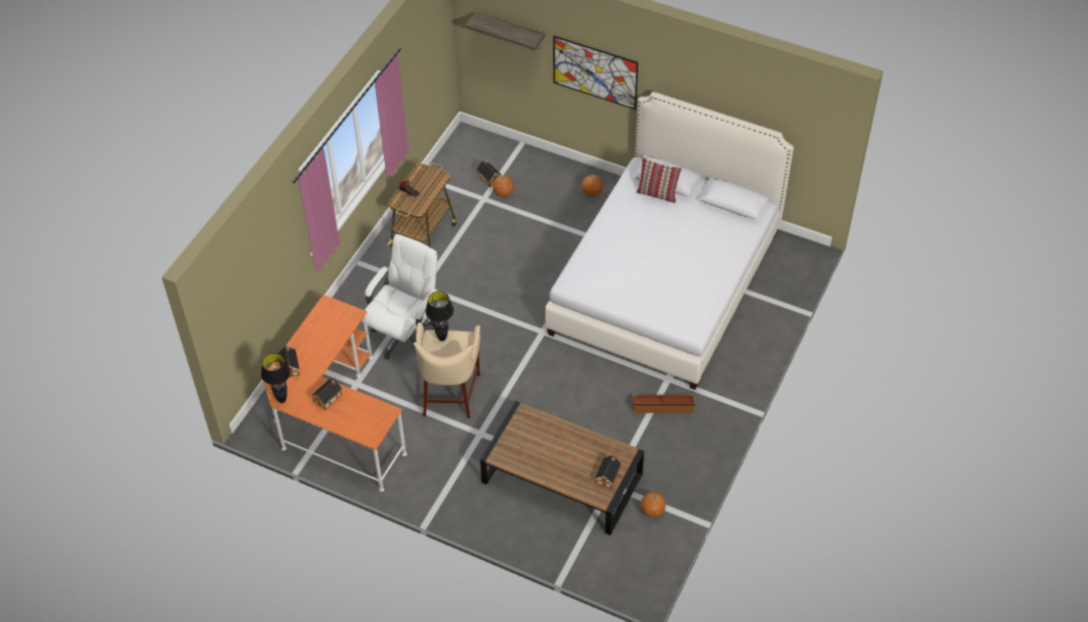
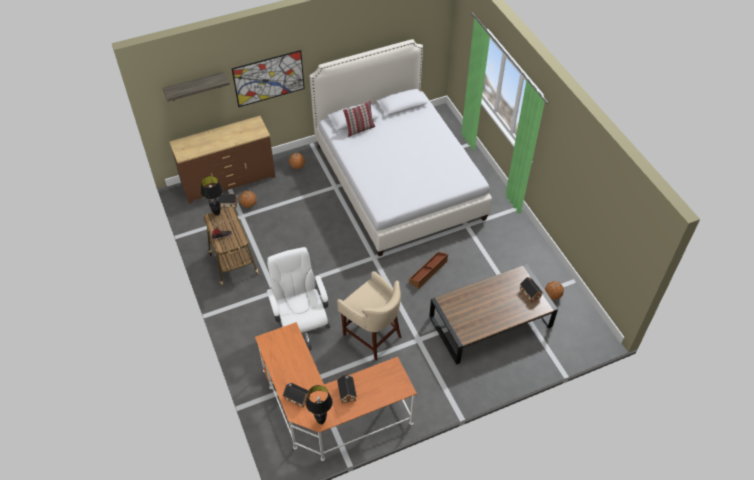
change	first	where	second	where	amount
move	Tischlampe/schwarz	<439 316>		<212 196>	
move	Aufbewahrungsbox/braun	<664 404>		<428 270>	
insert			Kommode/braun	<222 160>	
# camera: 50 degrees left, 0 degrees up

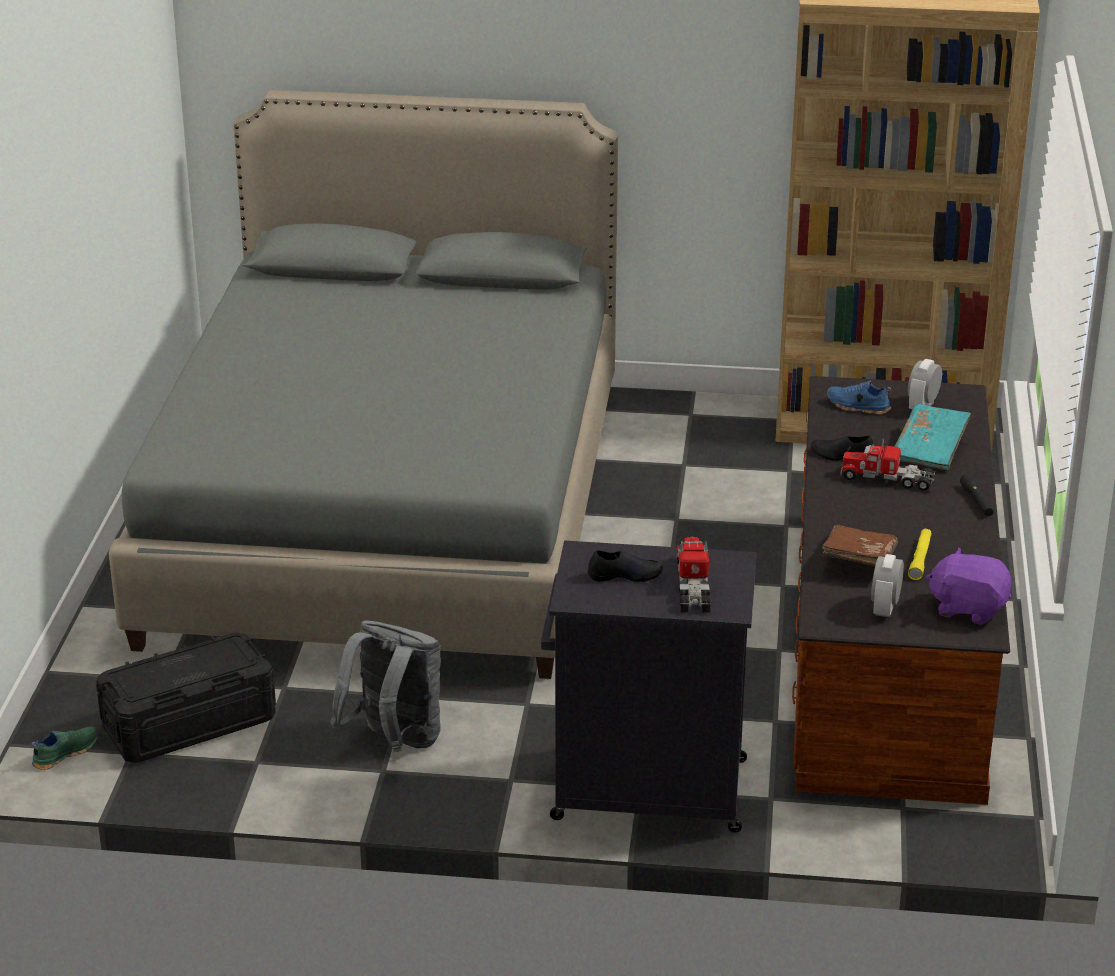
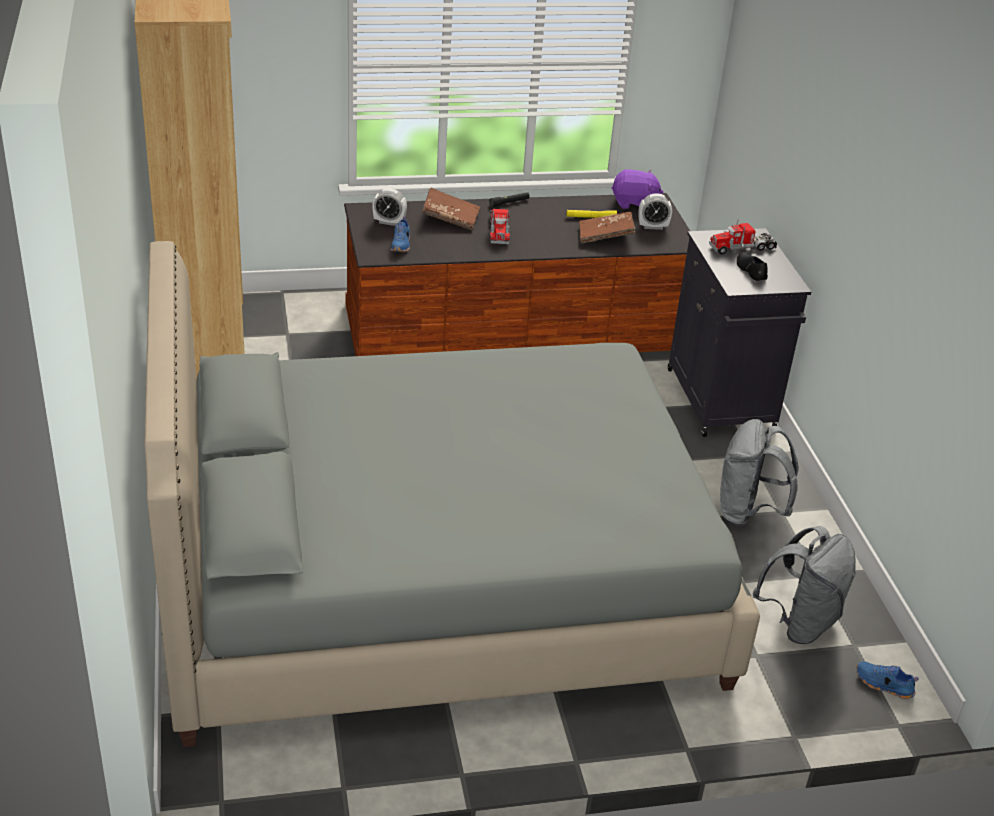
change	first	where	second	where	amount
recolor	Buch/türkis	<932 437>	Buch/braun	<451 209>	
delete	Schuh/schwarz	<842 447>			
rotate	Plüschtier/lila	<969 586>		<637 189>	90 degrees counterclockwise
replace	Aufbewahrungsbox/schwarz	<186 698>	Rucksack/grau	<804 585>	
recolor	Schuh/grün	<64 748>	Schuh/blau	<888 680>	
# camera: 110 degrees left, 5 degrees up

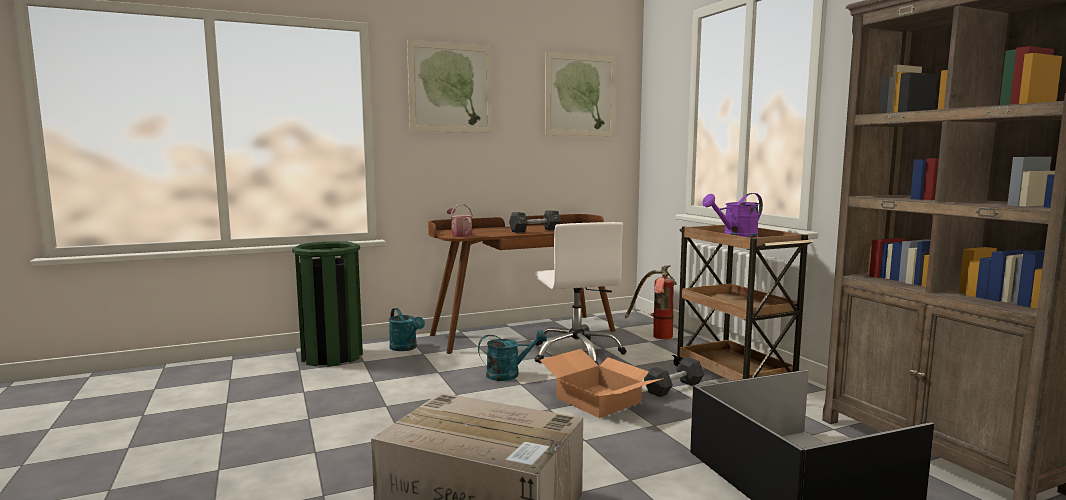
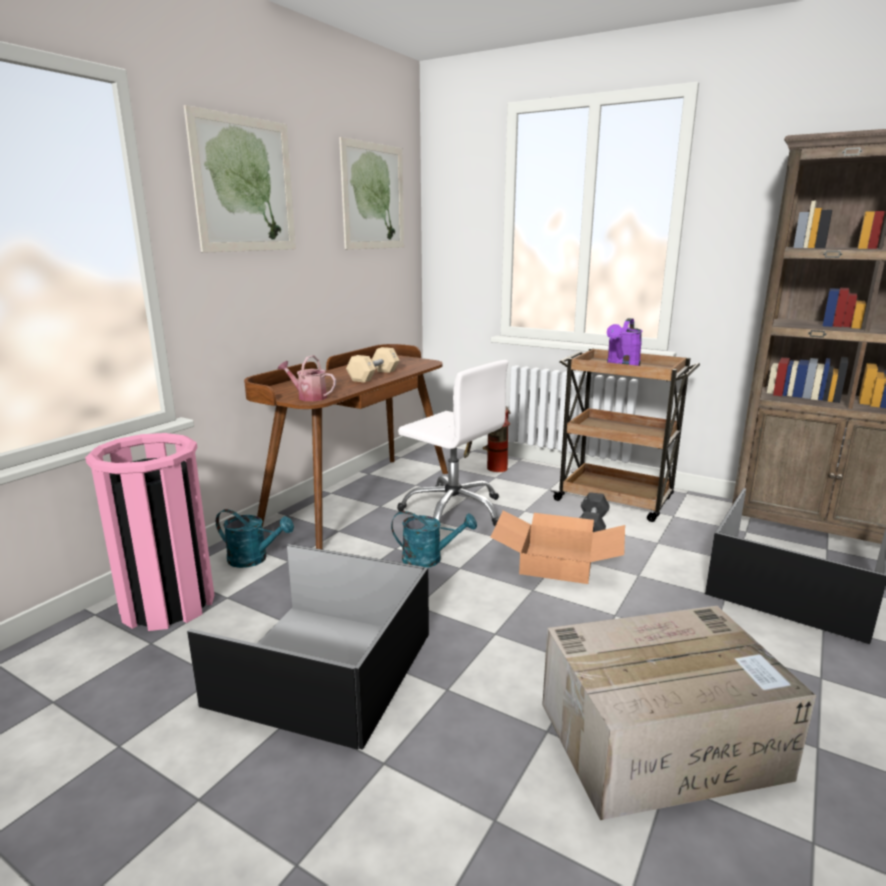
change	first	where	second	where	amount
recolor	Hantel/schwarz	<535 221>	Hantel/beige	<373 365>	
recolor	Mülleimer/grün	<327 304>	Mülleimer/rosa	<149 532>	
rotate	Gießkanne/türkis	<512 355>		<434 539>	60 degrees clockwise
insert			Aufbewahrungsbox/schwarz	<308 647>	
# camera: 35 degrees left, 10 degrees up

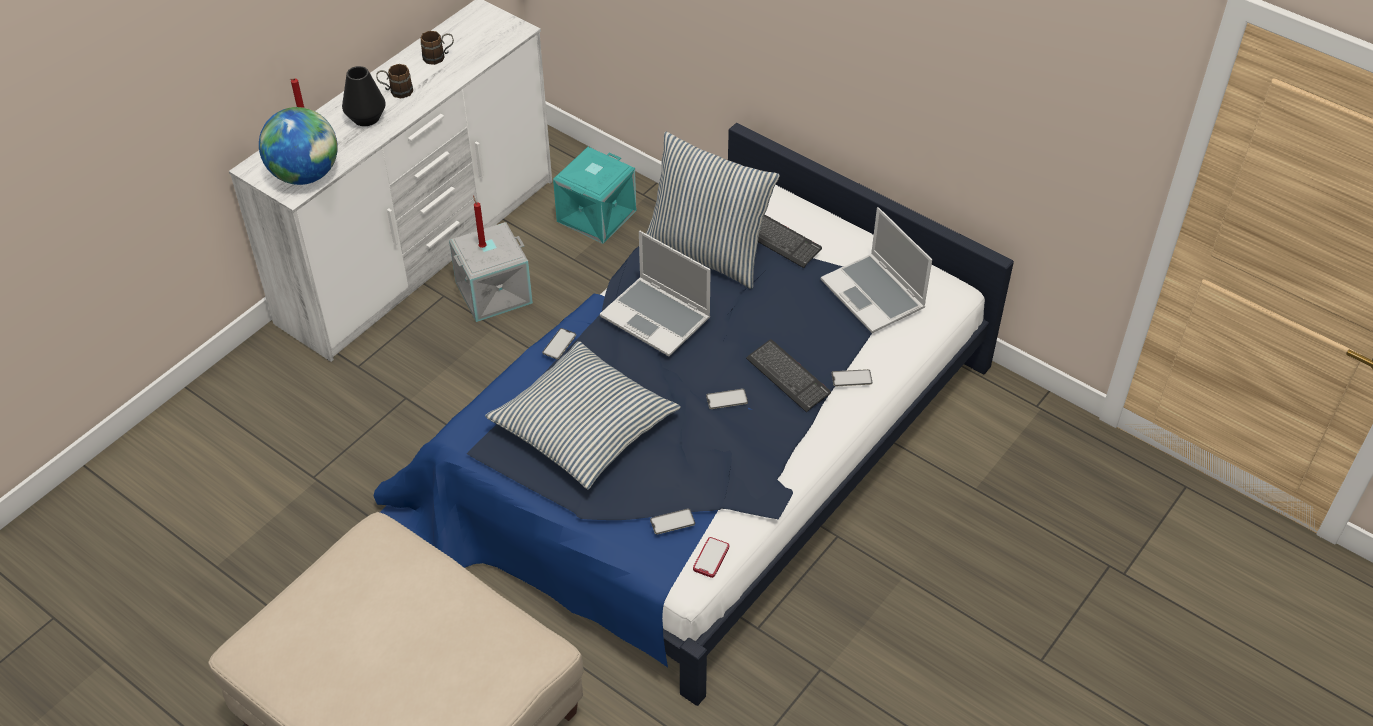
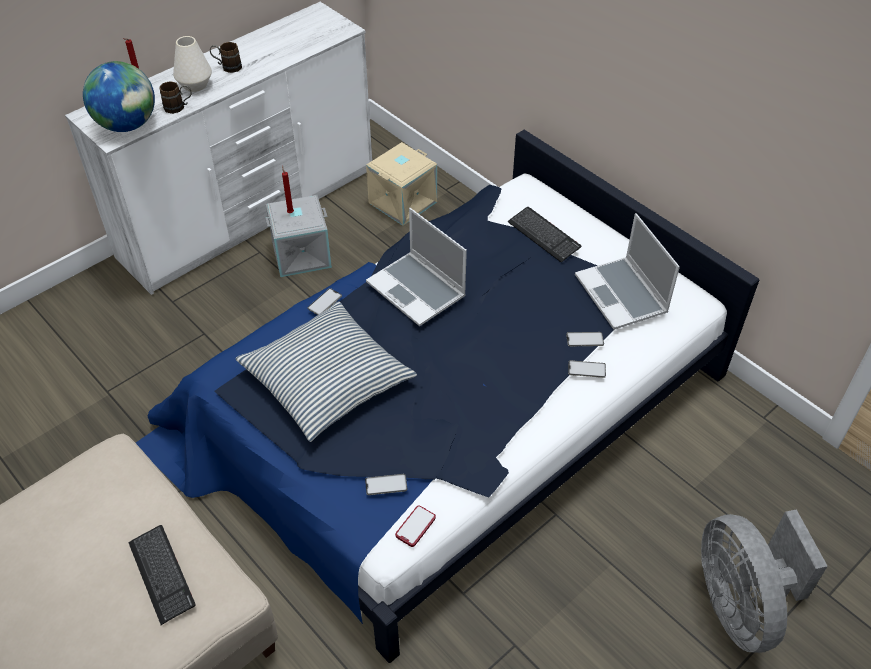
change	first	where	second	where	amount
move	Henkelbecher/braun	<437 48>		<175 97>	
recolor	Vase/schwarz	<364 96>	Vase/weiß	<192 64>	
delete	Kissen	<713 210>			
recolor	Aufbewahrungsbox/türkis	<594 195>	Aufbewahrungsbox/beige	<401 184>	
move	Tastatur	<788 375>		<162 575>	
move	Handy	<727 399>		<585 339>	
insert			Ventilator/grau	<764 581>	
# camera: 10 degrees right, 0 degrees up

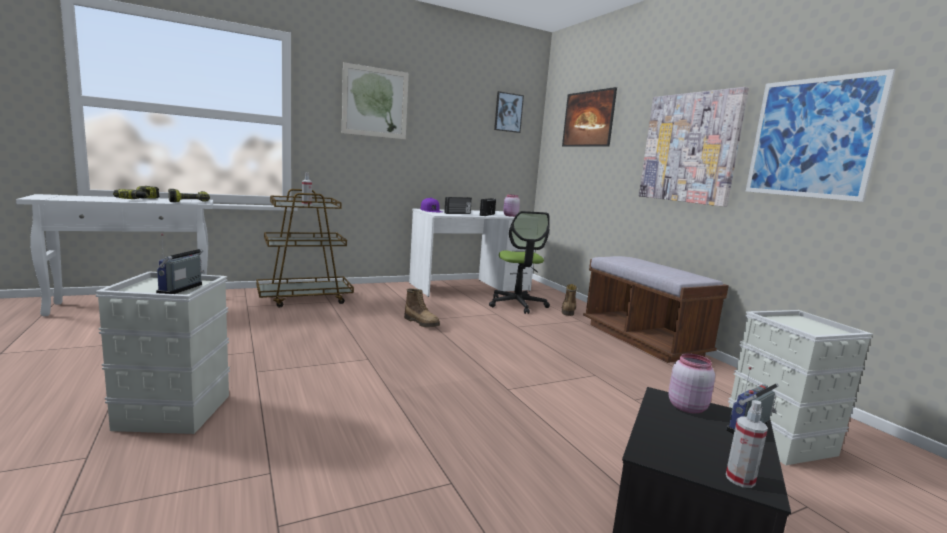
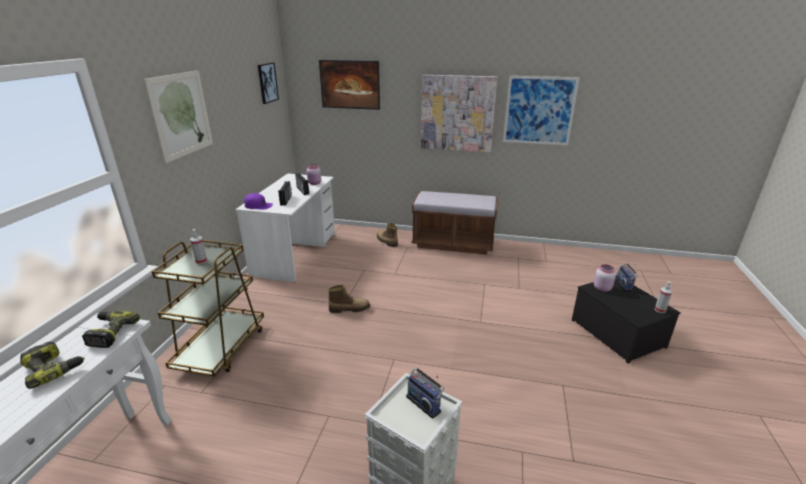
change	first	where	second	where	amount
delete	Bürostuhl	<519 262>			
delete	Aufbewahrungsbox/grau	<800 387>			
# camera: 50 degrees left, 15 degrees up

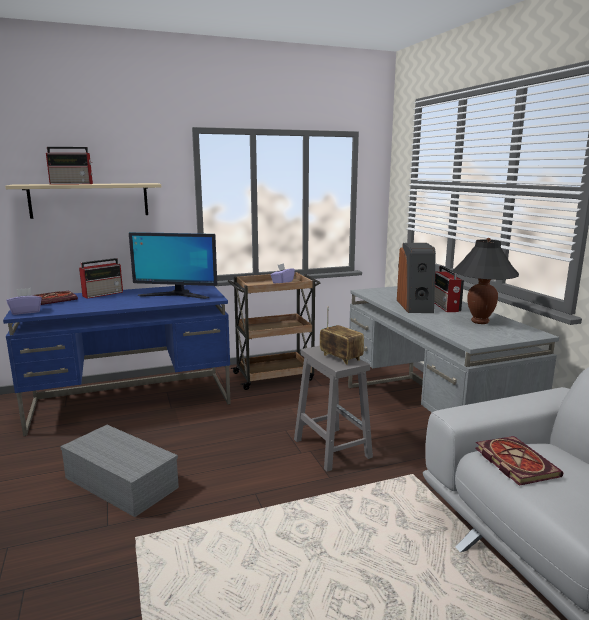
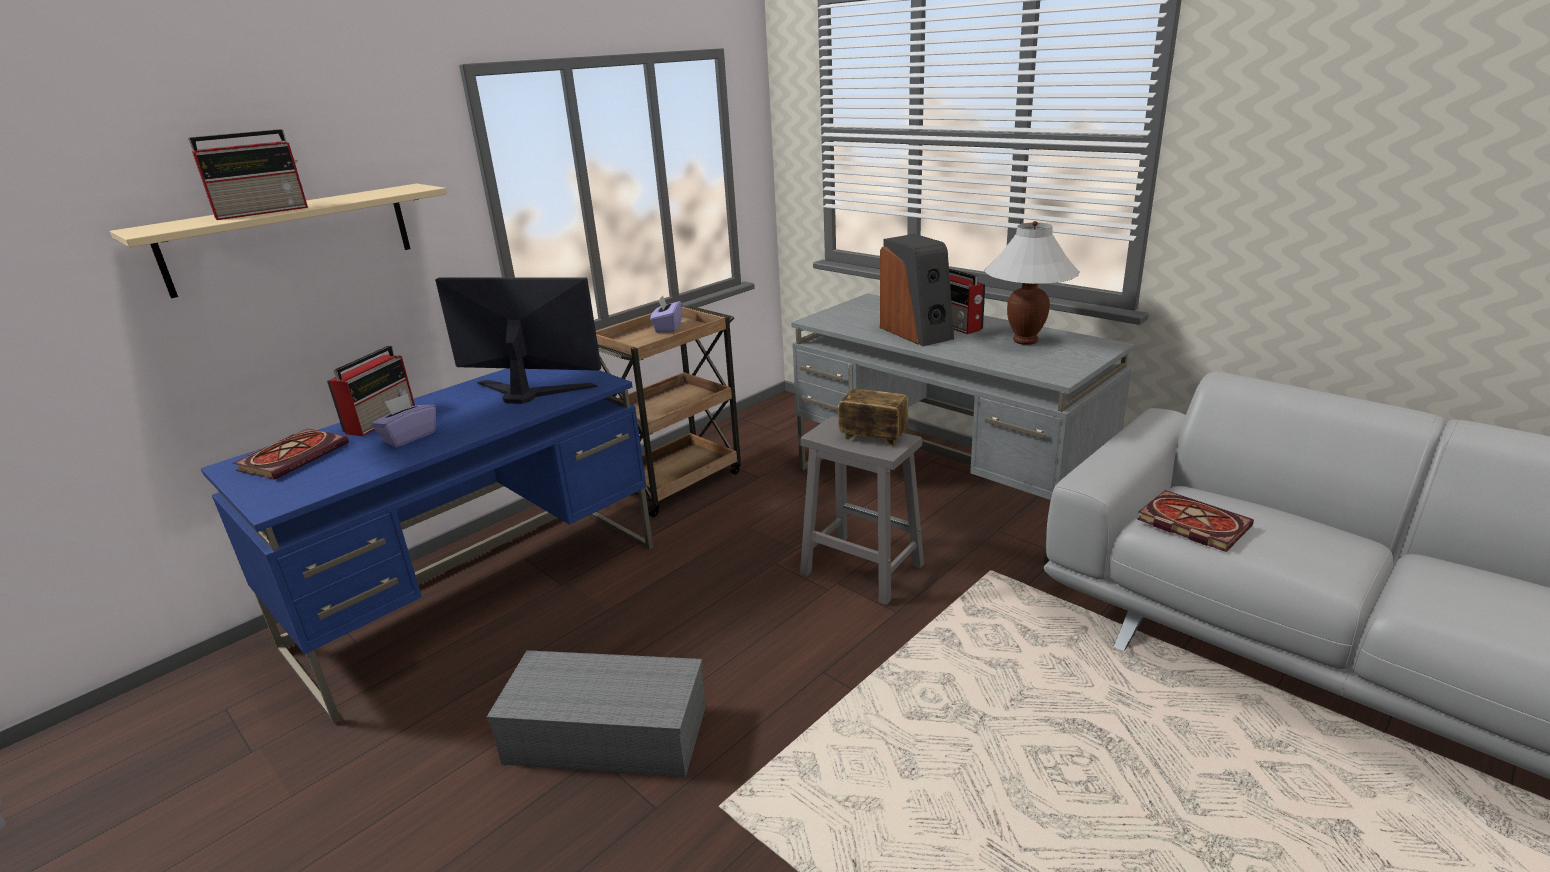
change	first	where	second	where	amount
rotate	Monitor	<173 265>		<518 340>	150 degrees counterclockwise
recolor	Tischlampe/schwarz	<486 281>	Tischlampe/weiß	<1032 283>	
move	Taschentuchbox/lila	<24 301>		<403 420>	
# camera: 25 degrees left, 10 degrees up

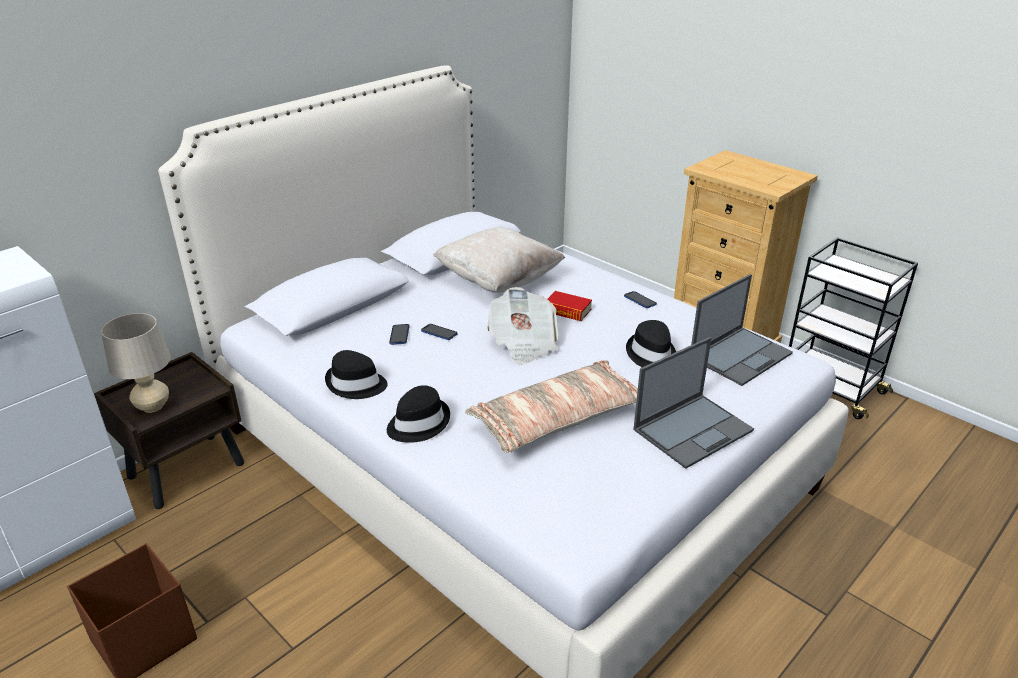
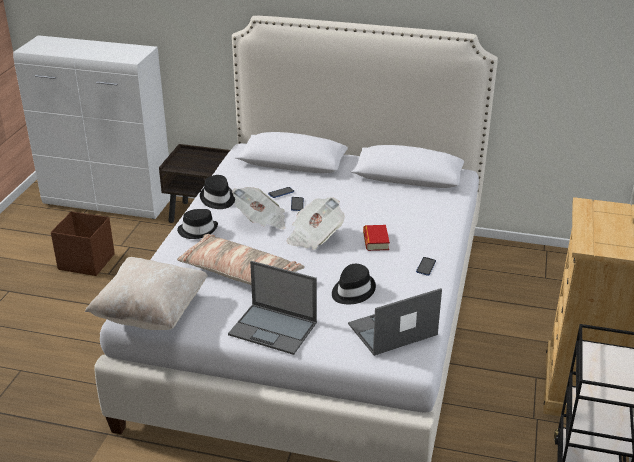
change	first	where	second	where	amount
move	Kissen/beige	<499 260>		<146 293>	
rotate	Laptop	<742 330>		<395 322>	135 degrees clockwise
delete	Tischlampe/beige	<136 363>			
insert			Zeitung	<258 208>	
# camera: 60 degrees right, 0 degrees up

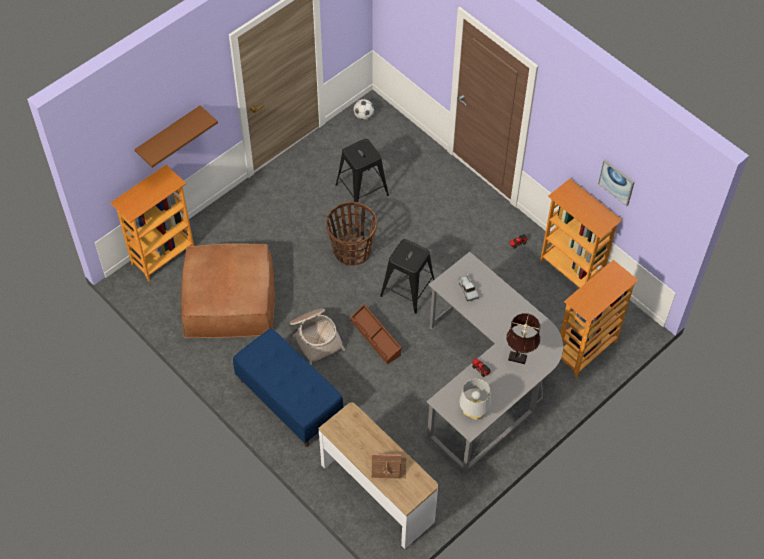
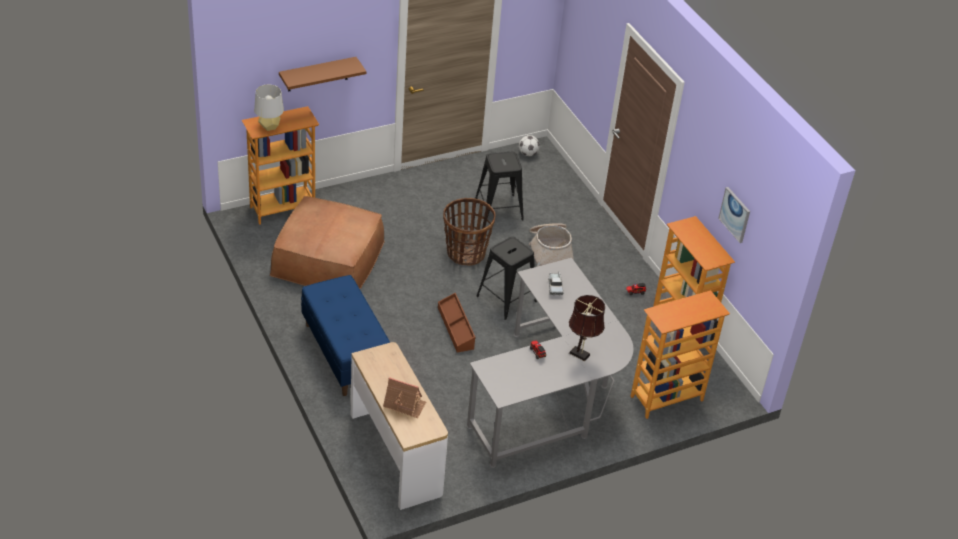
change	first	where	second	where	amount
move	Korb	<318 337>		<551 245>	
move	Tischlampe/grau	<475 399>		<269 108>	
# camera: 15 degrees right, 15 degrees down

